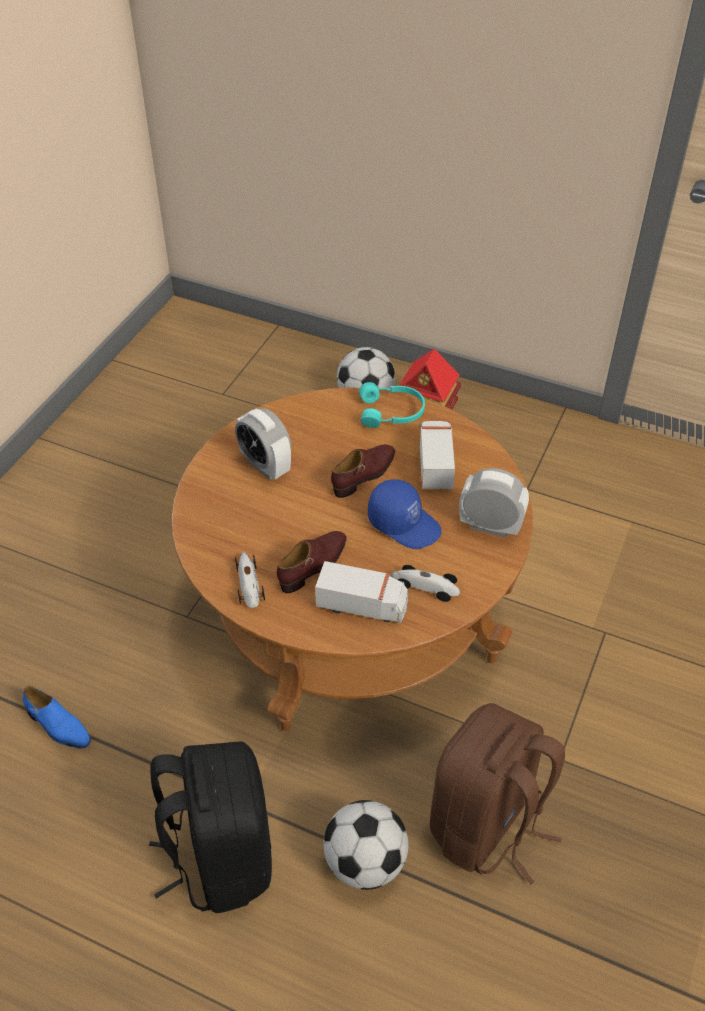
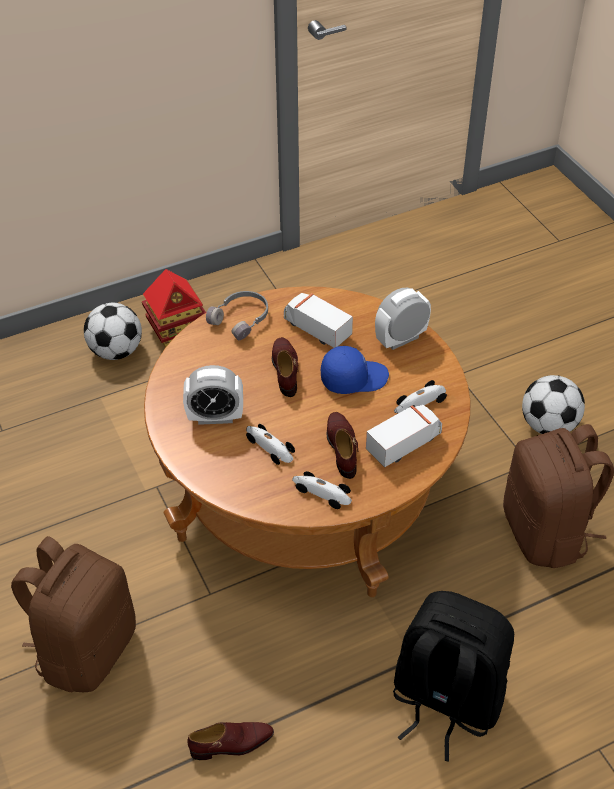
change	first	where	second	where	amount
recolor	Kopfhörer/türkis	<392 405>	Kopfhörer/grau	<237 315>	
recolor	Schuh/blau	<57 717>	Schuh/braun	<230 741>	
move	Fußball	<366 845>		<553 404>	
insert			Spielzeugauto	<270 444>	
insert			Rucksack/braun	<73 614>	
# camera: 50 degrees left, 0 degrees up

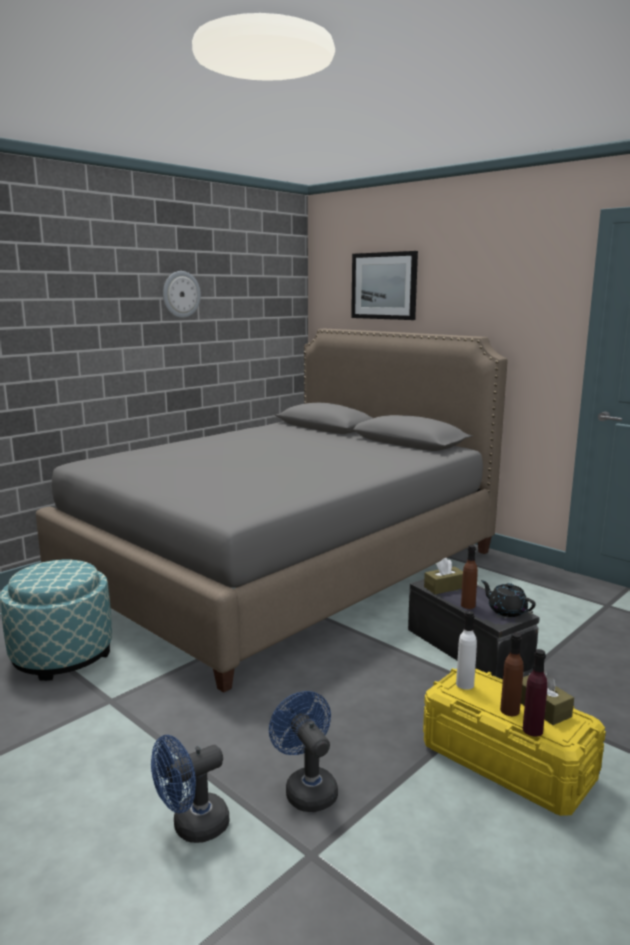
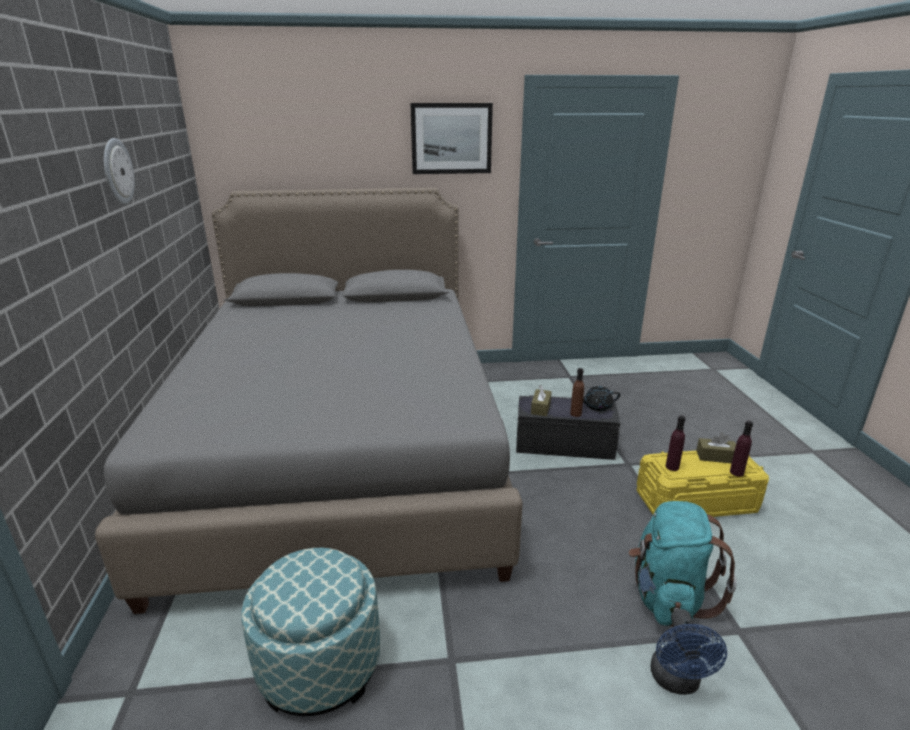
change	first	where	second	where	amount
move	Bild	<384 285>		<451 138>	
recolor	Flasche/weiß	<466 650>	Flasche/lila	<676 443>	
delete	Flasche/braun	<512 674>			
replace	Ventilator/blau	<303 751>	Rucksack/türkis	<683 564>	
# camera: 50 degrees left, 10 degrees up

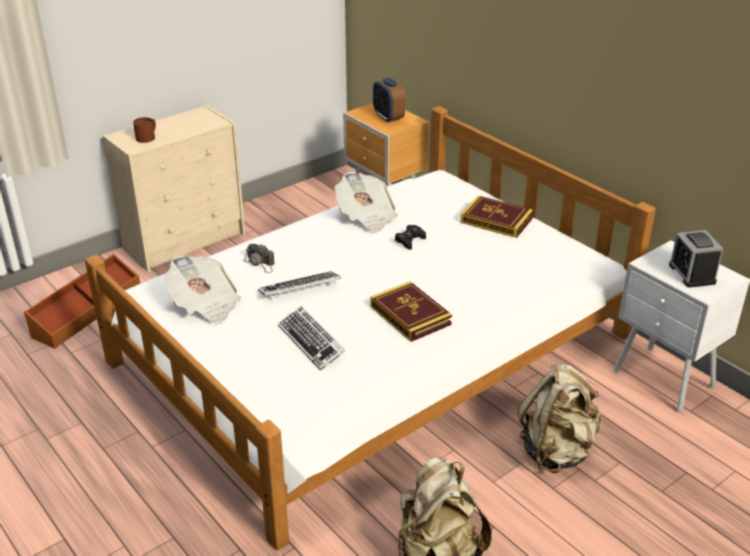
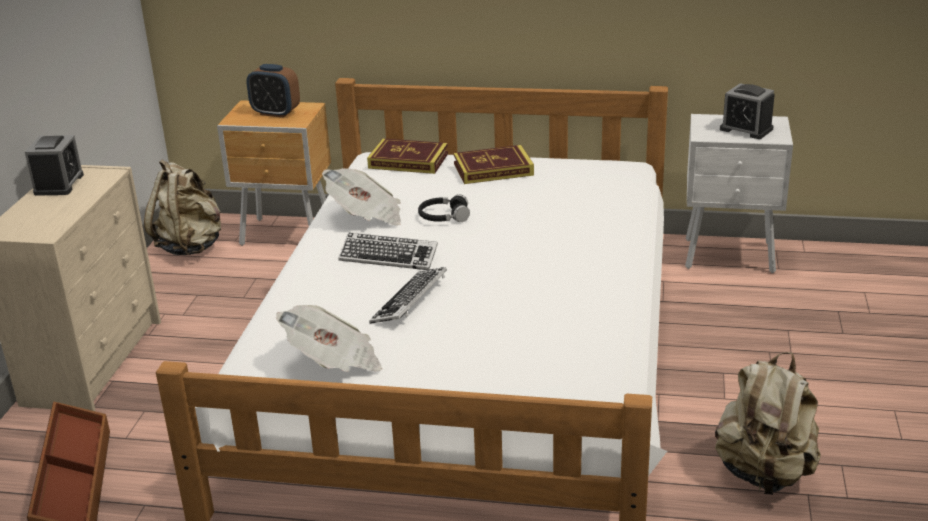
change	first	where	second	where	amount
delete	Henkelbecher/braun	<144 130>			
replace	Gamepad/schwarz	<410 237>	Kopfhörer/schwarz	<444 208>	
delete	Kamera	<259 258>			
move	Buch	<411 312>		<407 156>	
move	Tastatur	<311 338>		<388 251>	
move	Rucksack/beige	<559 418>		<182 207>	
insert			Wecker	<54 165>	
# camera: 40 degrees left, 5 degrees down

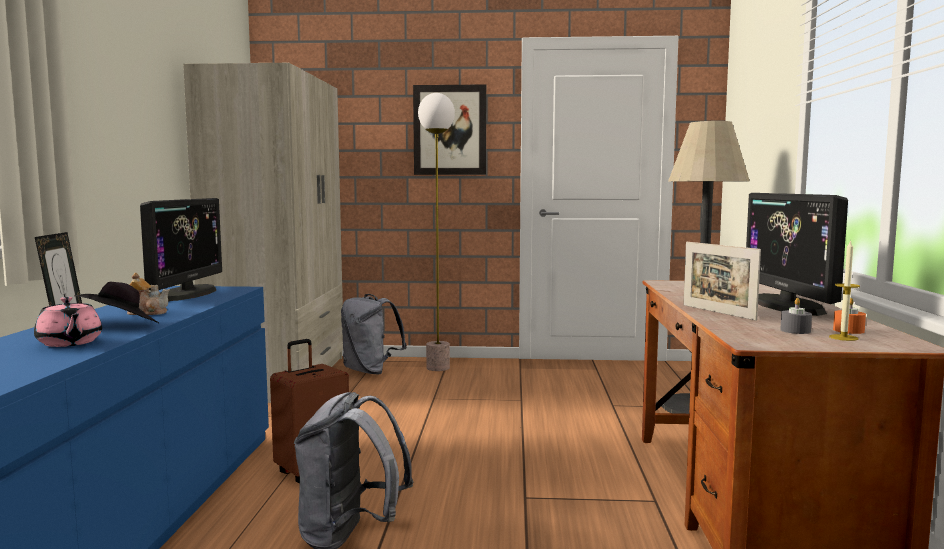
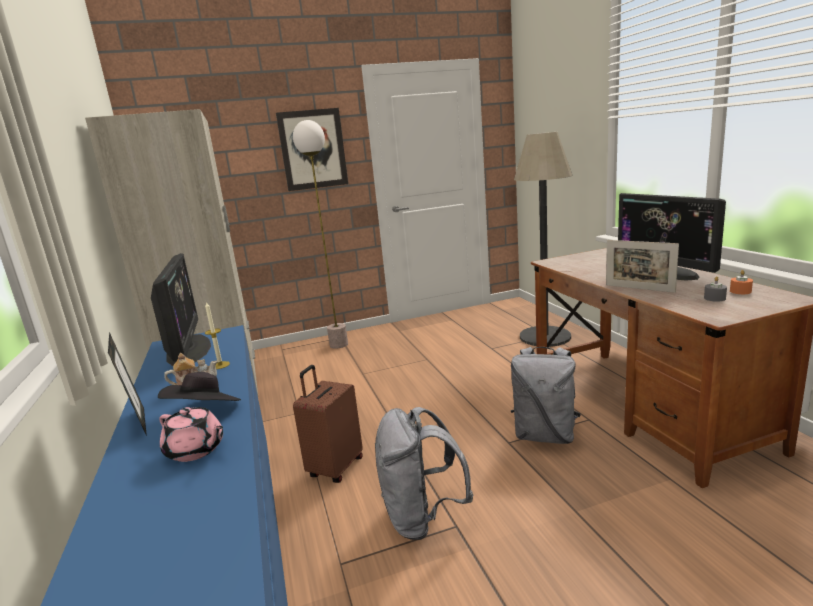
change	first	where	second	where	amount
move	Kerze	<844 290>		<217 335>	
move	Rucksack/grau	<374 334>		<546 395>	
# camera: 20 degrees left, 10 degrees up

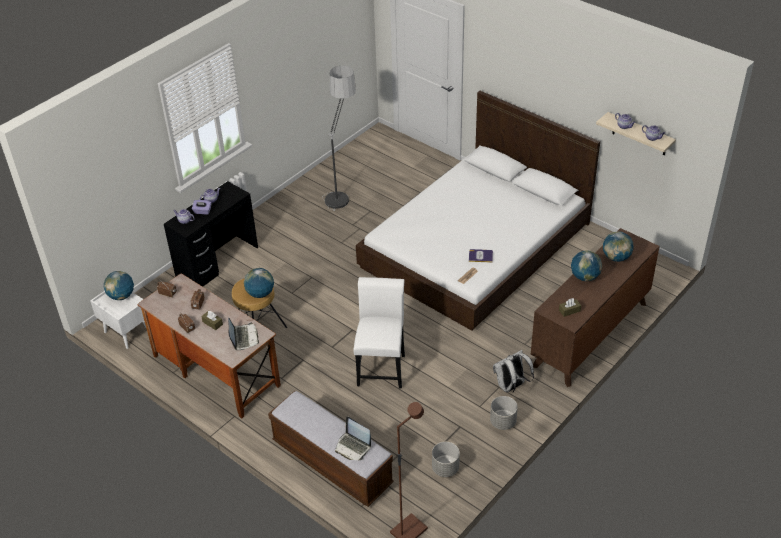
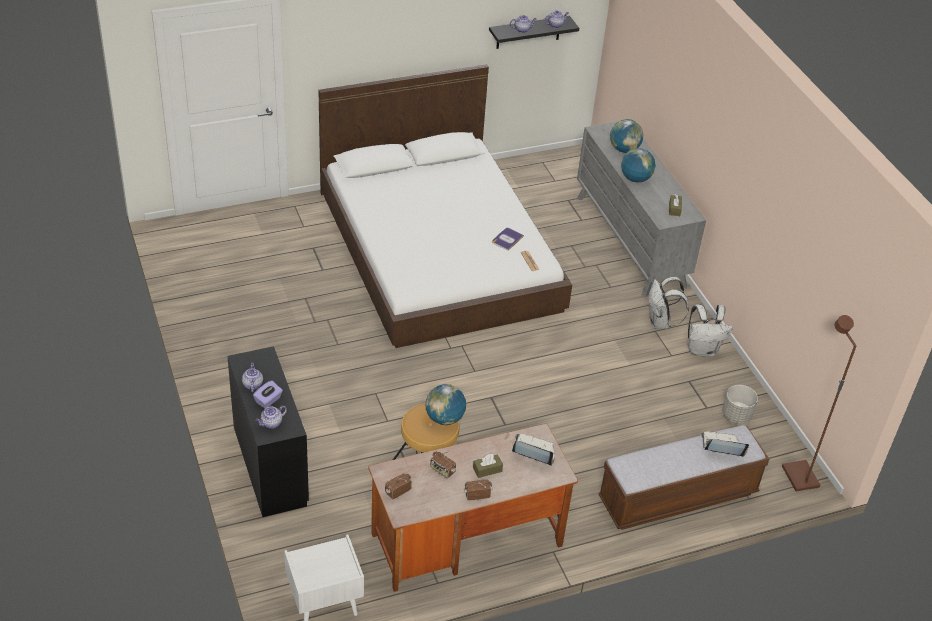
change	first	where	second	where	amount
delete	Stehlampe	<339 138>			
recolor	Wandregal/beige	<636 133>	Wandregal/schwarz	<534 32>	
recolor	Kommode/braun	<595 307>	Kommode/grau	<641 209>	
delete	Globus	<119 285>			
delete	Stuhl/weiß	<379 333>			
replace	Pflanzkübel/grau	<504 413>	Rucksack/weiß	<710 330>	
rotate	Laptop	<353 438>		<725 444>	150 degrees counterclockwise
# camera: 65 degrees left, 0 degrees up

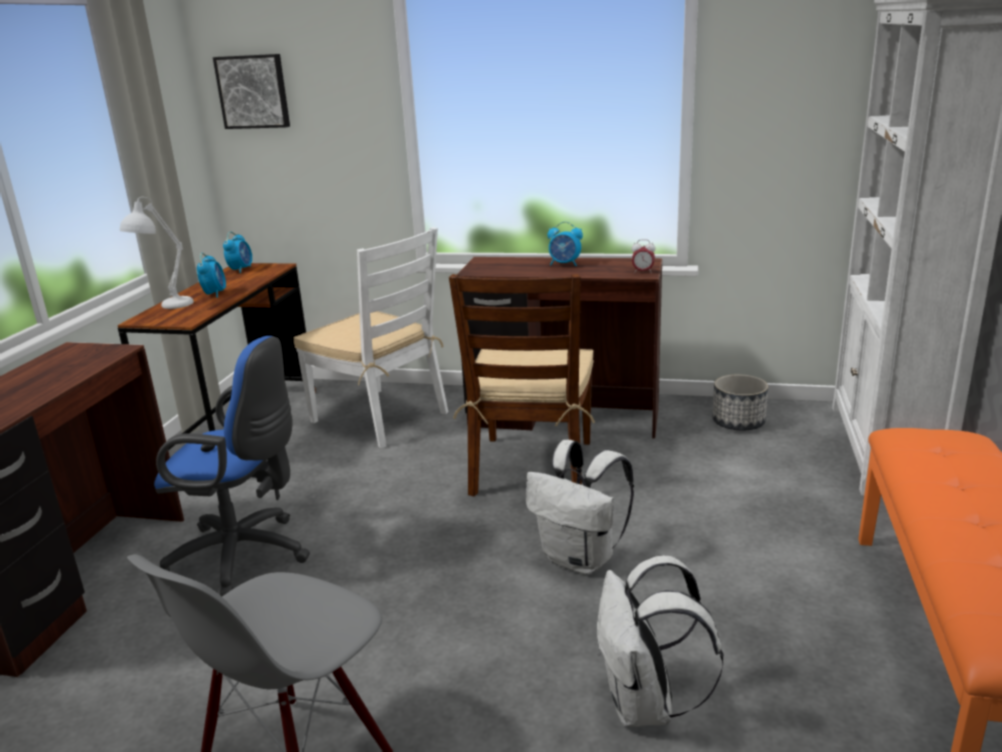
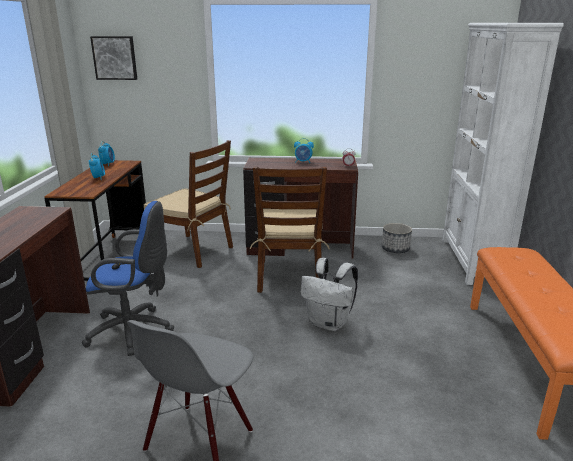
change	first	where	second	where	amount
delete	Tischlampe/weiß	<157 253>			
recolor	Stuhl/weiß	<370 337>	Stuhl/braun	<188 204>	
delete	Rucksack/weiß	<660 641>			
# camera: 10 degrees left, 0 degrees up

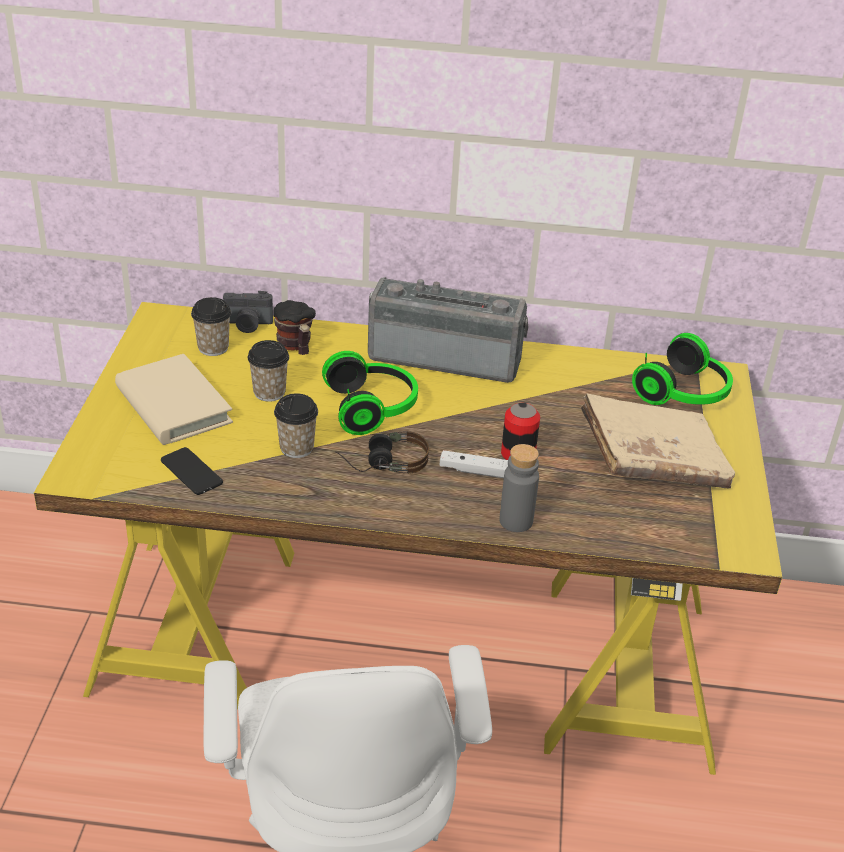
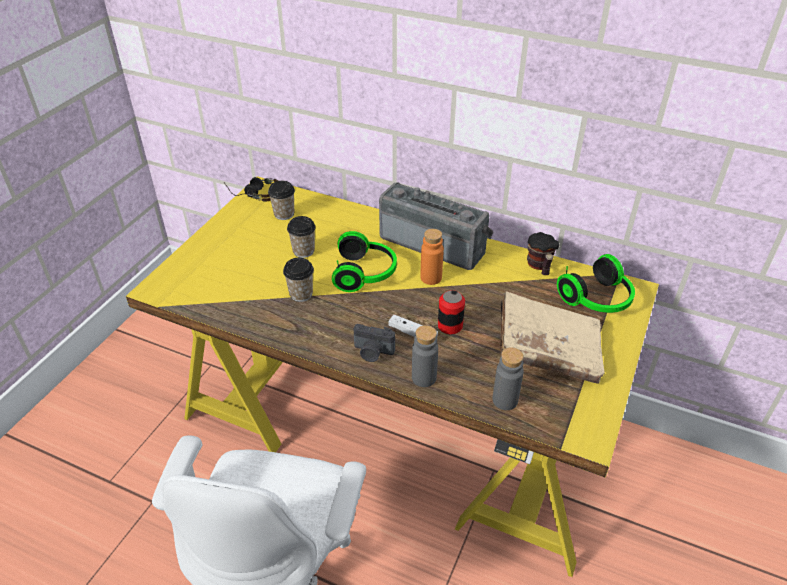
change	first	where	second	where	amount
move	Kamera	<248 312>		<374 343>	
move	Henkelbecher	<294 327>		<543 253>	
delete	Buch/beige	<174 399>			
move	Kopfhörer	<382 452>		<250 189>	
delete	Handy	<192 471>			
insert			Flasche/orange	<432 257>	
insert			Flasche/grau	<508 378>	
# camera: 20 degrees right, 5 degrees up

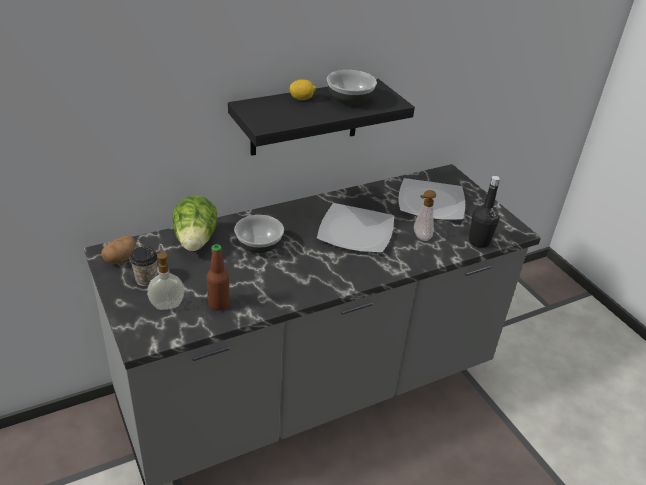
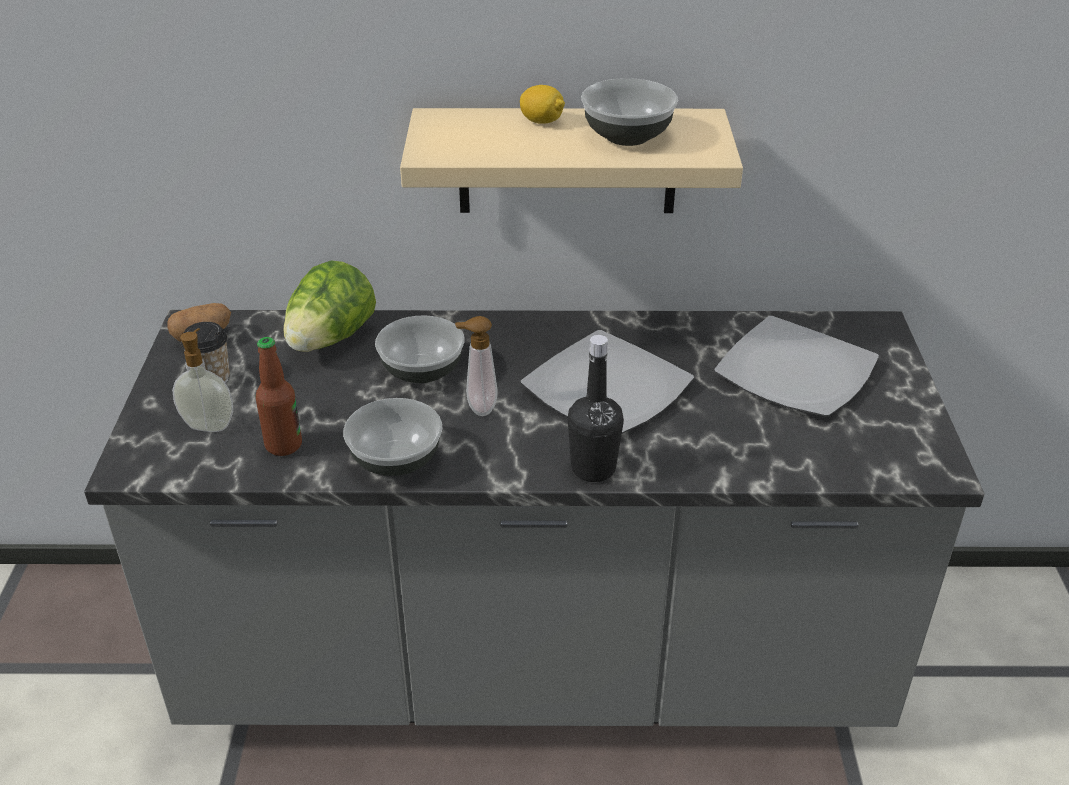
change	first	where	second	where	amount
recolor	Wandregal/schwarz	<321 117>	Wandregal/beige	<571 160>	
move	Flasche/schwarz	<484 212>		<595 408>	
move	Seifenspender	<425 215>		<476 366>	
insert			Schüssel	<392 437>	
# camera: 30 degrees right, 0 degrees up

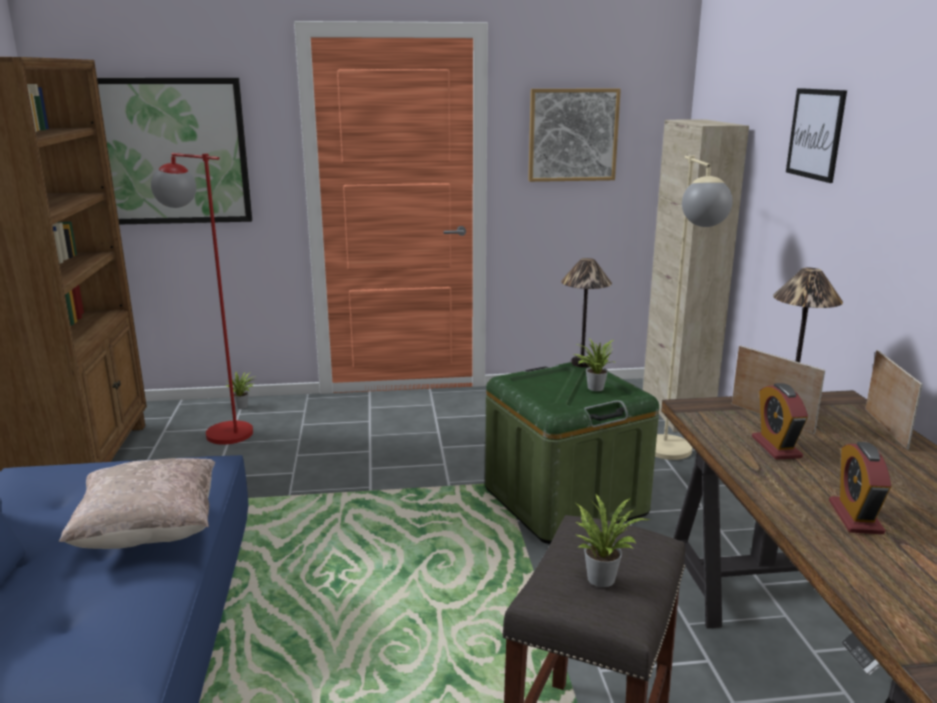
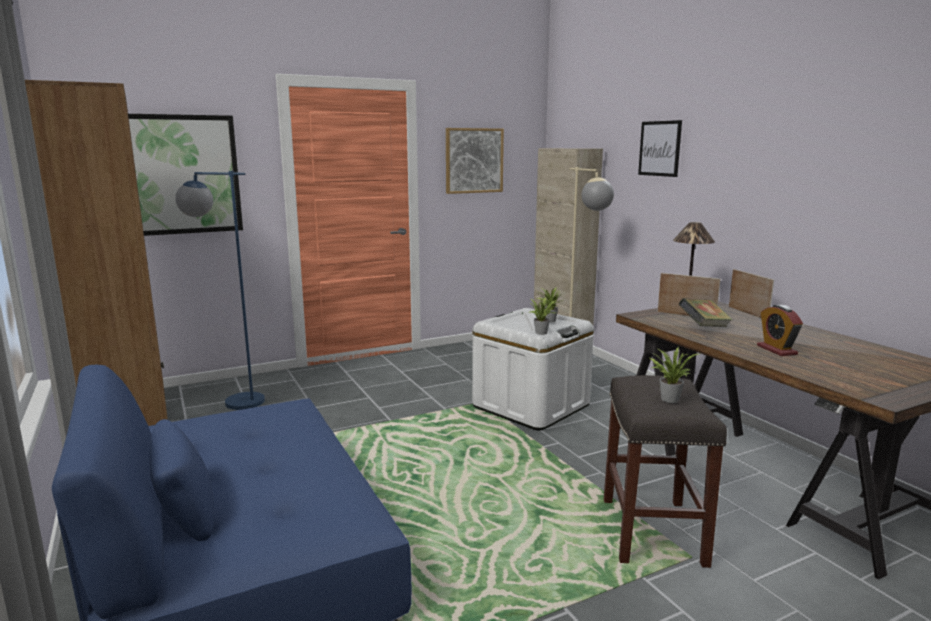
change	first	where	second	where	amount
recolor	Stehlampe/rot	<202 299>	Stehlampe/blau	<220 290>	
delete	Tischlampe	<586 312>			
recolor	Aufbewahrungsbox/grün	<572 453>	Aufbewahrungsbox/weiß	<533 369>	
move	Topfpflanze	<241 390>		<544 316>	
replace	Wecker	<780 421>	Buch	<706 312>	
delete	Kissen/beige	<137 503>			
# camera: 20 degrees left, 5 degrees down

